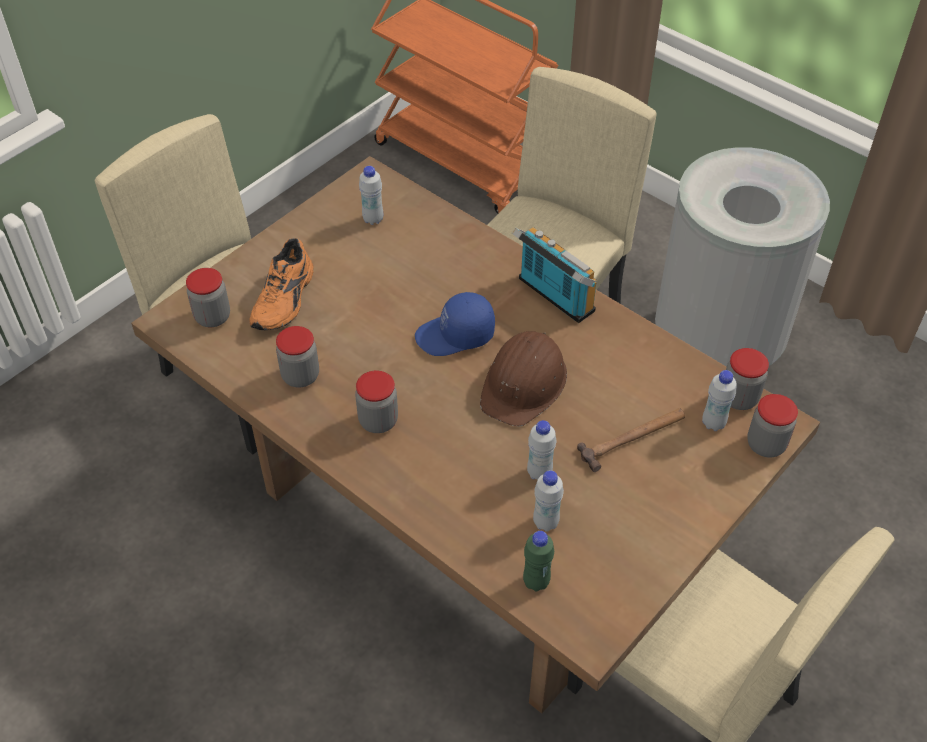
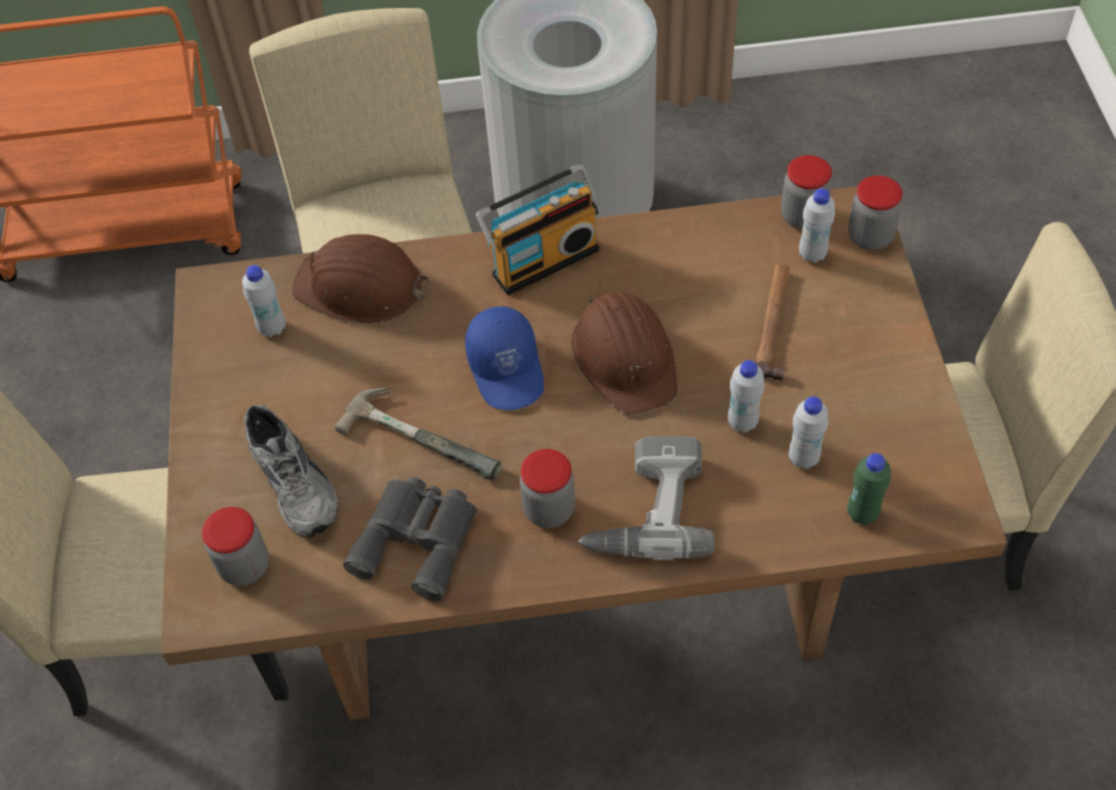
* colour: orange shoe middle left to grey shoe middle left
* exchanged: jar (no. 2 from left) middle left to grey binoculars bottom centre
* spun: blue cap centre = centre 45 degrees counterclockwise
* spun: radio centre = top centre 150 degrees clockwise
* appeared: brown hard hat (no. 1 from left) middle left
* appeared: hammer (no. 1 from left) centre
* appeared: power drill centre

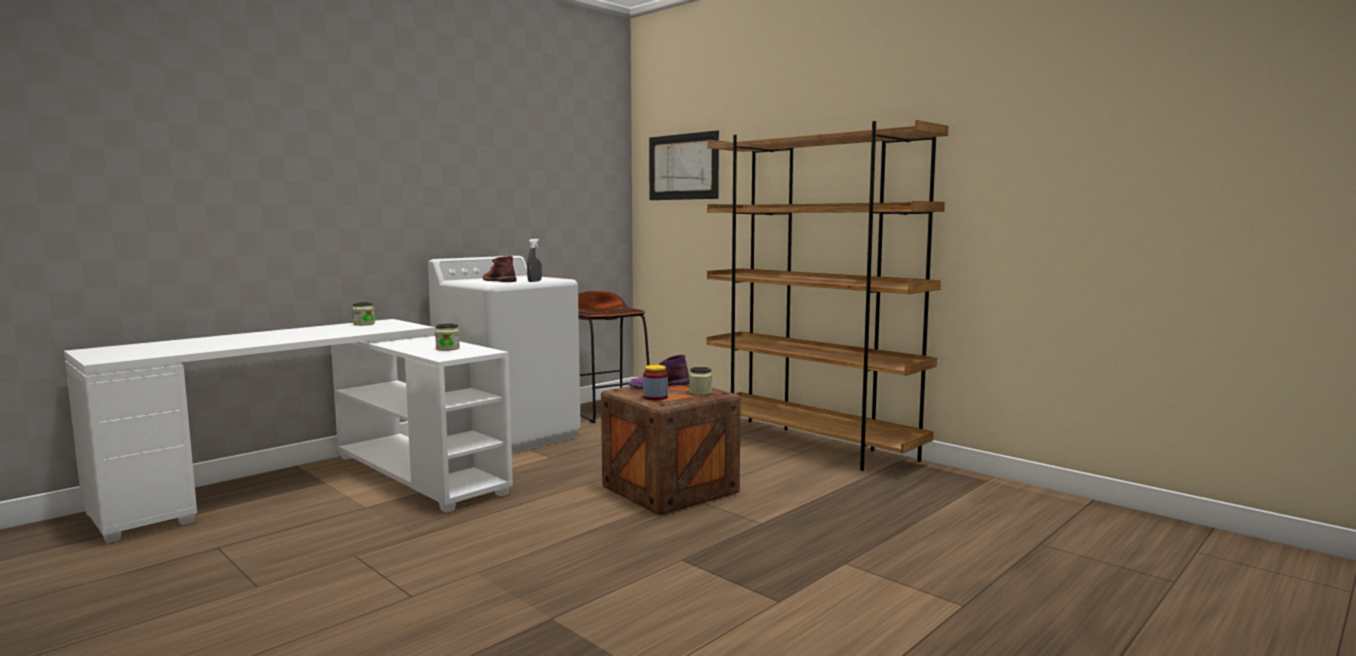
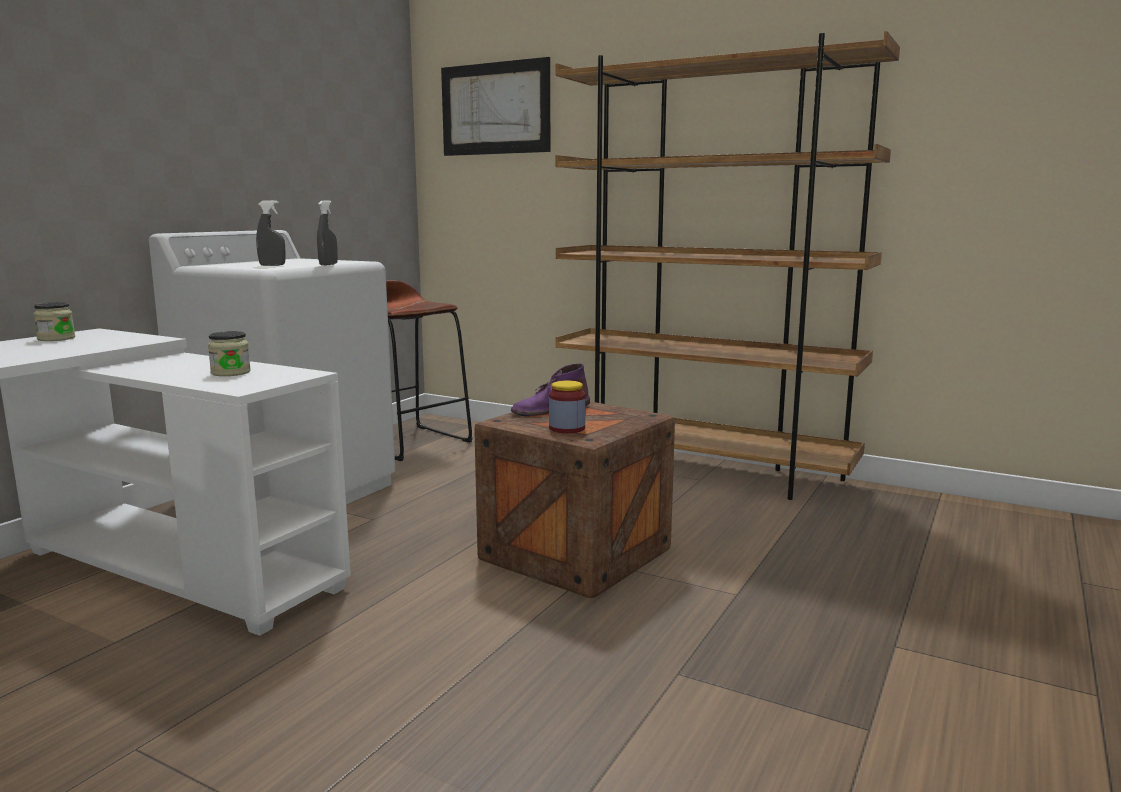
* exchanged: brown boot centre to grey spray bottle (no. 1 from left) top left
* missing: jar (no. 4 from left) centre

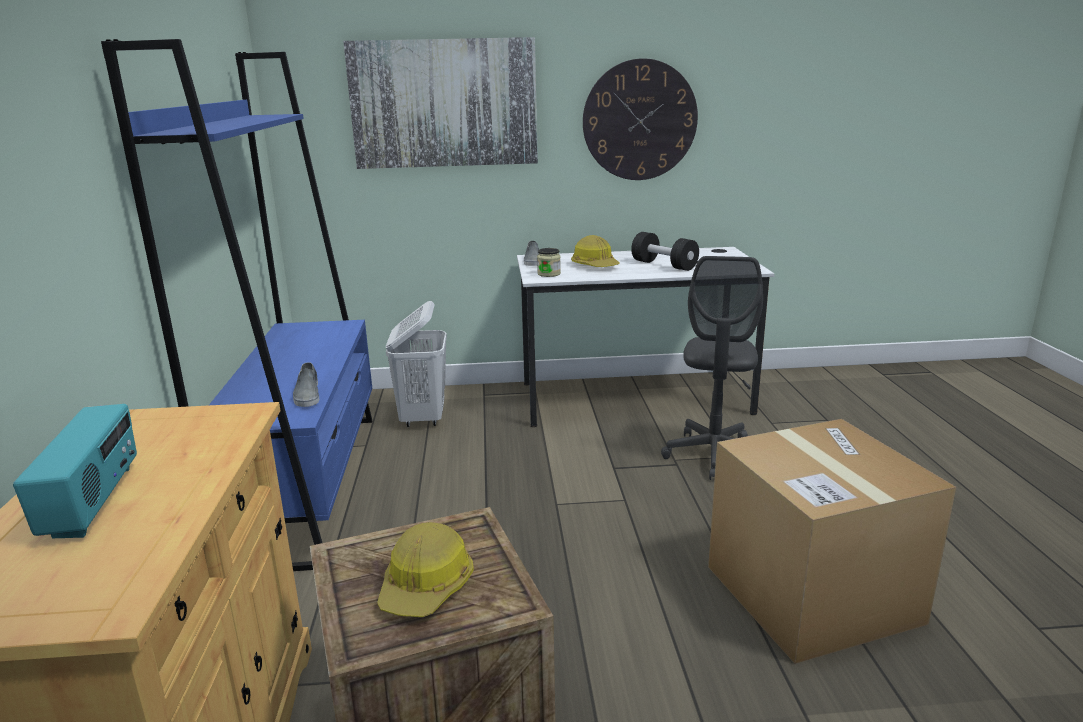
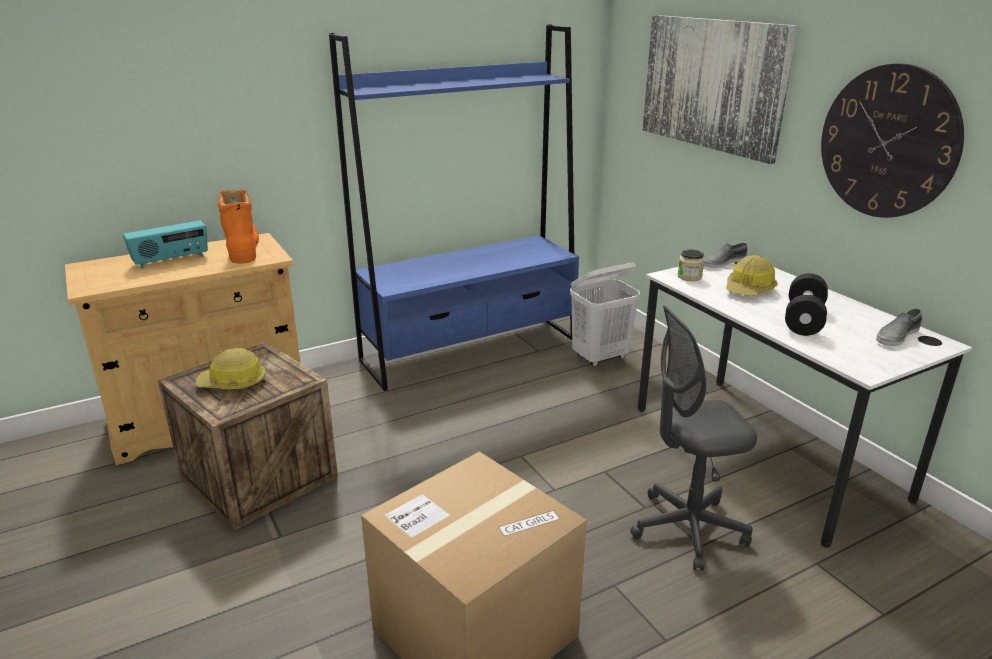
* relocated: grey shoe (no. 1 from left in the first image) middle left to grey shoe (no. 2 from left) middle right
* appeared: orange boot middle left

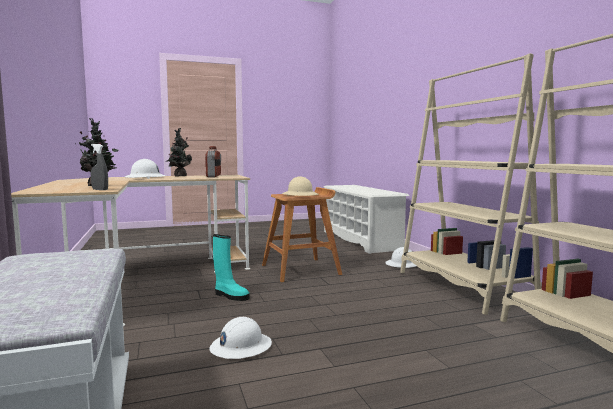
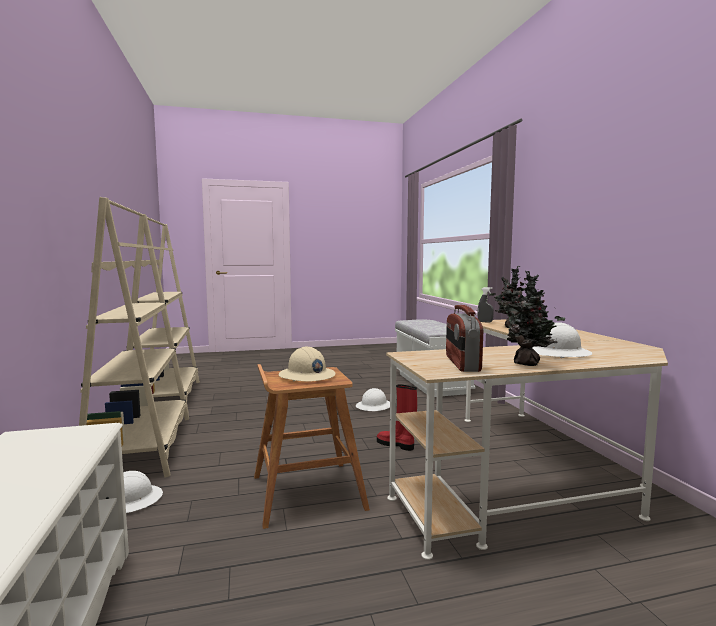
* colour: turquoise boot centre to red boot centre

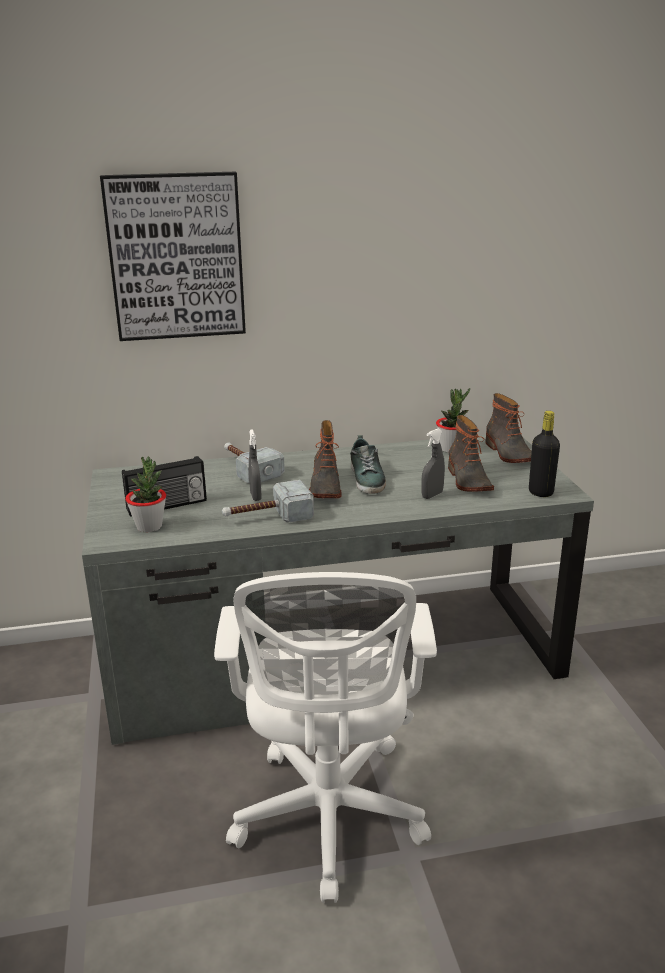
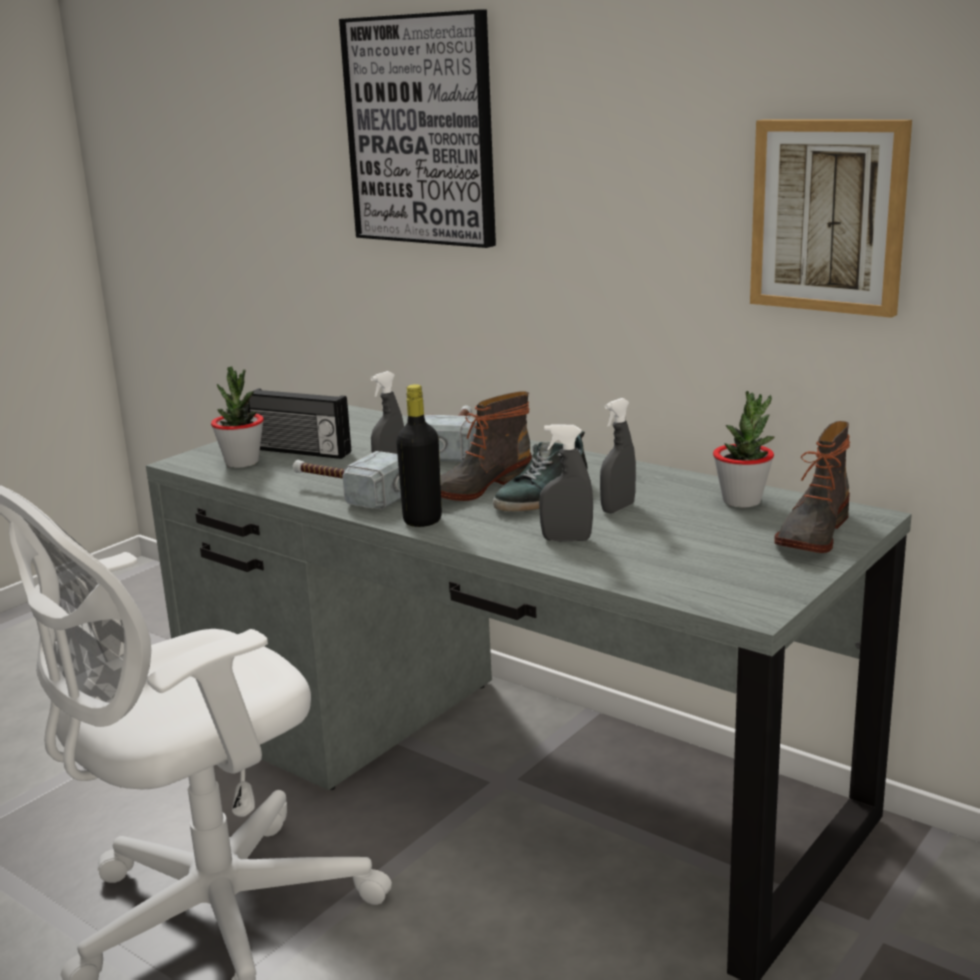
* missing: boot (no. 2 from left) middle right
* relocated: black bottle middle right to centre
* appeared: grey spray bottle (no. 3 from left) centre
* appeared: picture (no. 2 from left) top right

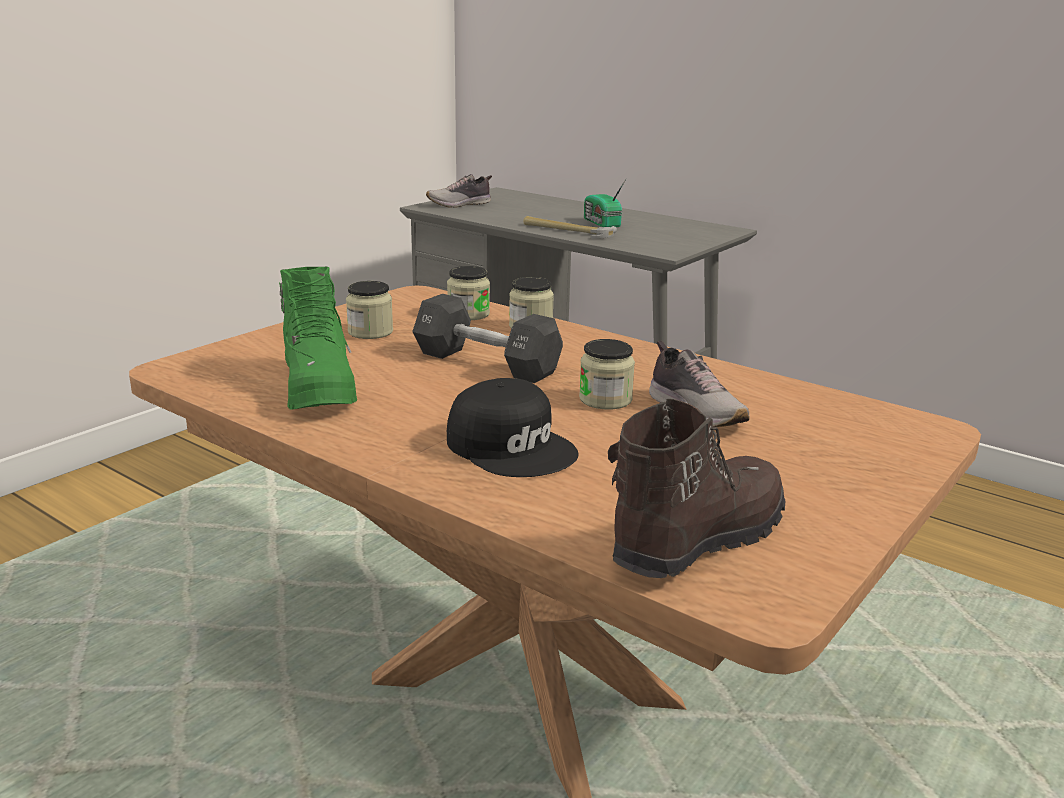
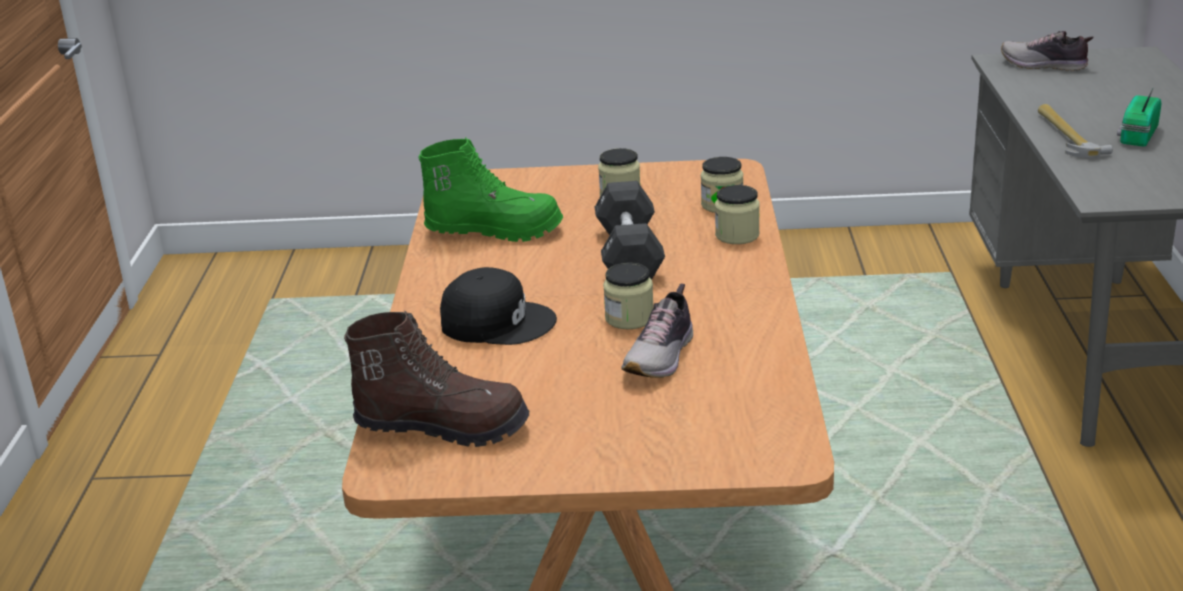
* spun: green boot middle left = top centre 120 degrees counterclockwise
* spun: black cap centre = centre 90 degrees counterclockwise

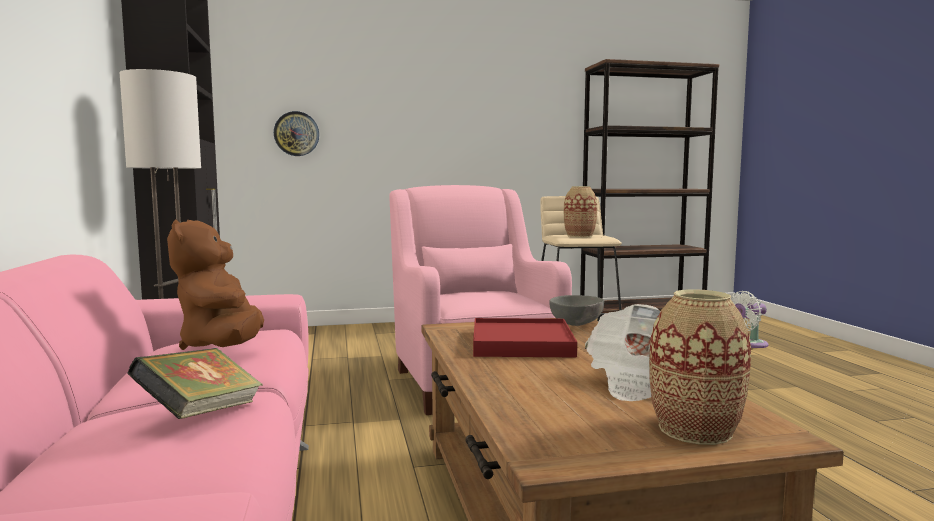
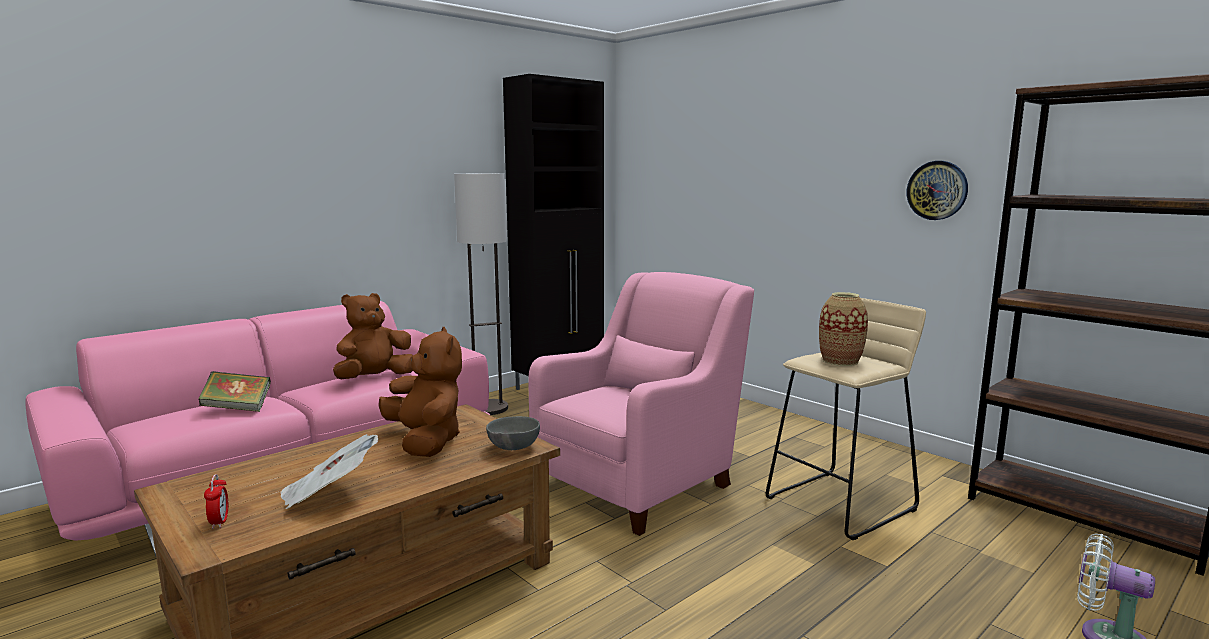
* relocated: wall clock top left to top right
* exchanged: red tray centre to brown plush toy (no. 2 from left) centre
* exchanged: vase (no. 2 from left) bottom right to alarm clock bottom left

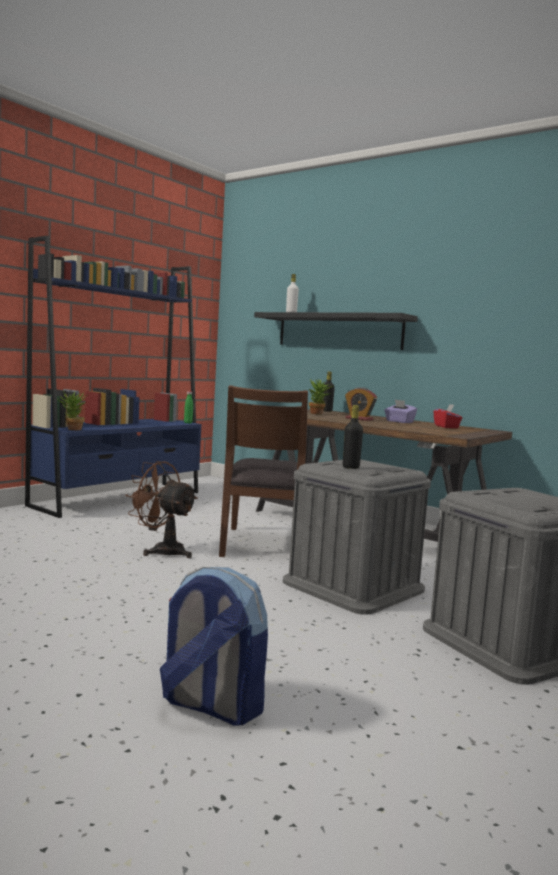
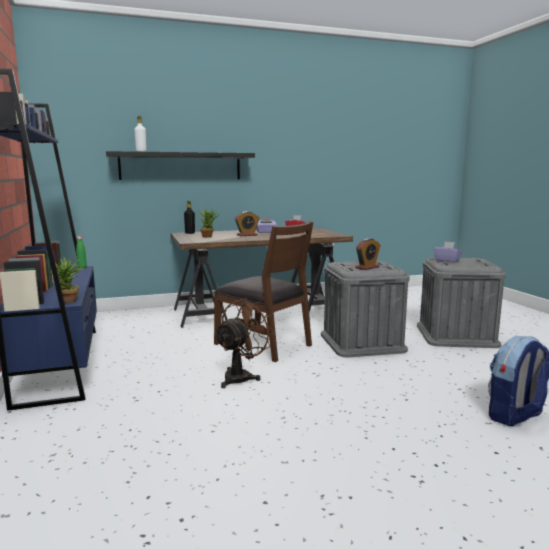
* spun: brown fan middle left = centre 150 degrees clockwise
* exchanged: black bottle (no. 2 from left) centre to alarm clock (no. 2 from left) middle right
* appeared: purple tissue box (no. 2 from left) middle right

